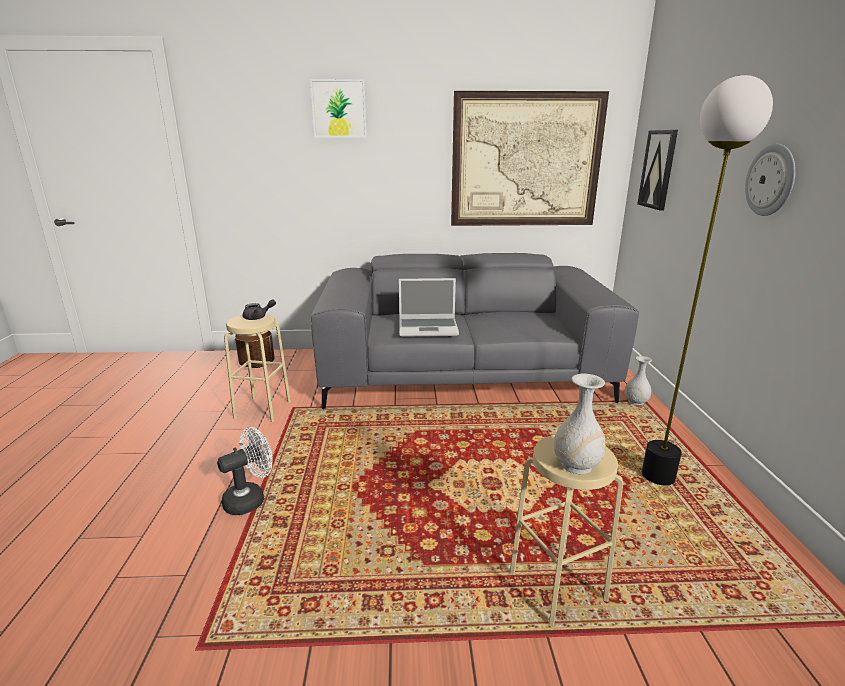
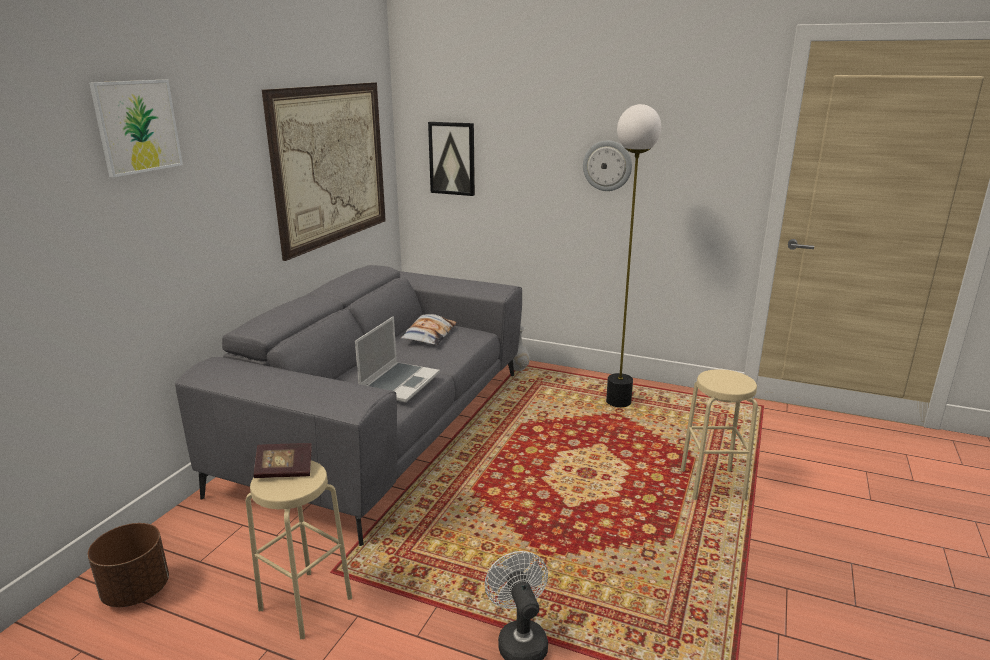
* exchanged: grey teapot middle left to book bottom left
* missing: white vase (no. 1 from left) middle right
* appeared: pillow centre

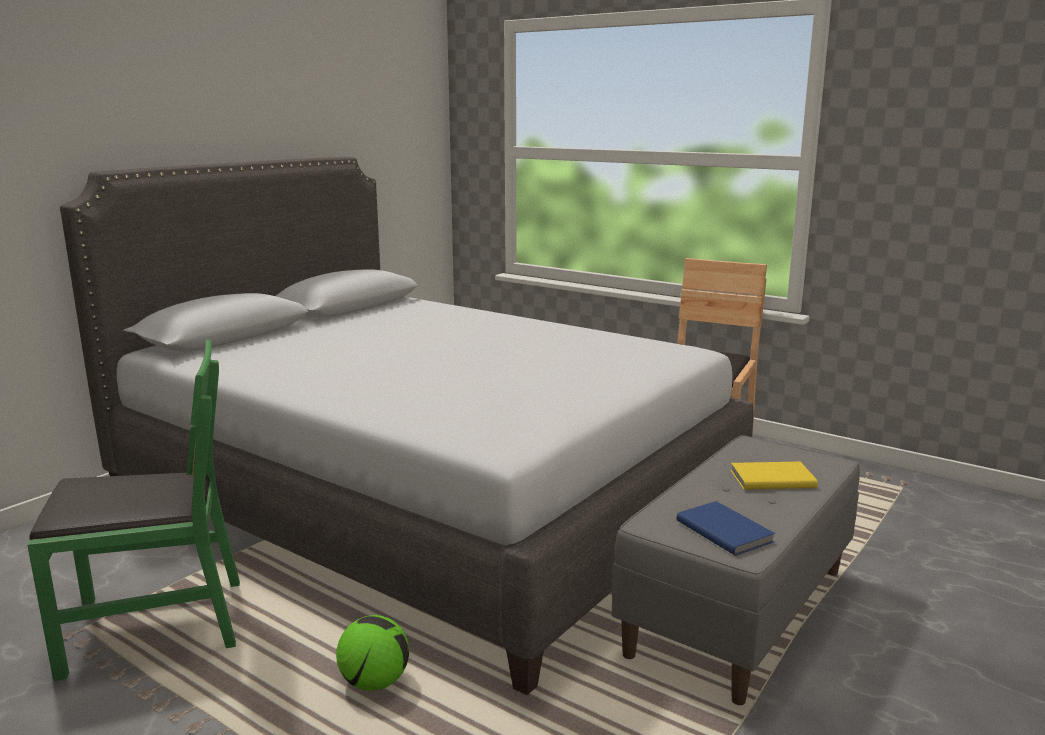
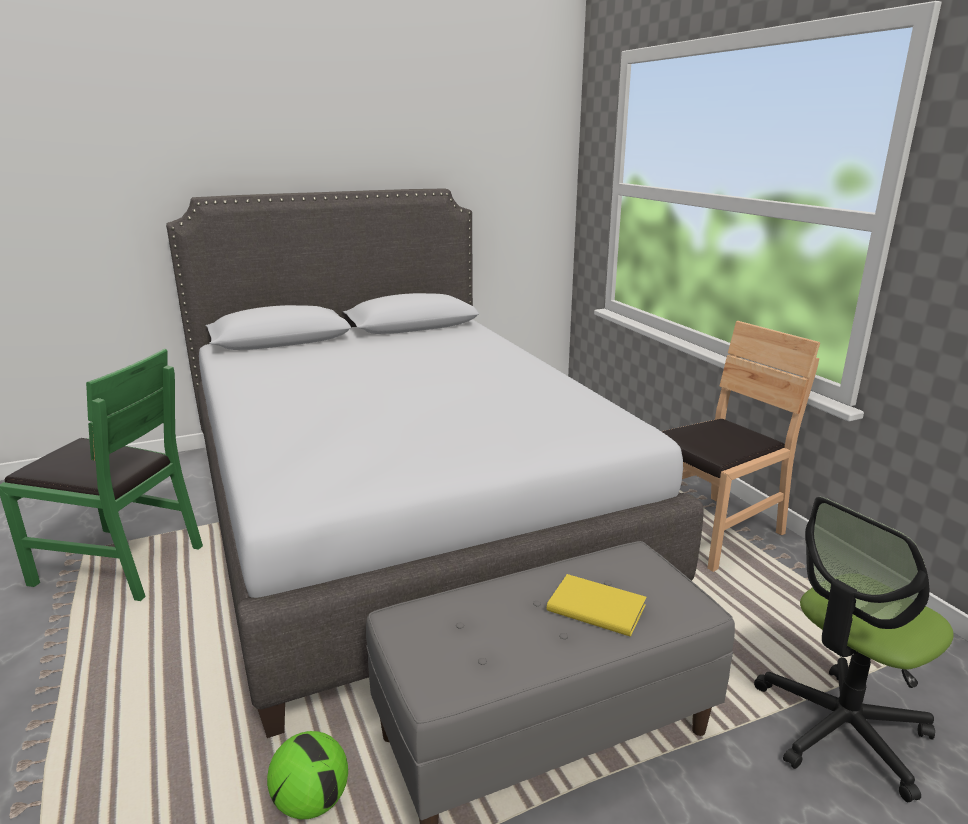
* relocated: football bottom centre to bottom left
* missing: blue book bottom right
* appeared: office chair bottom right

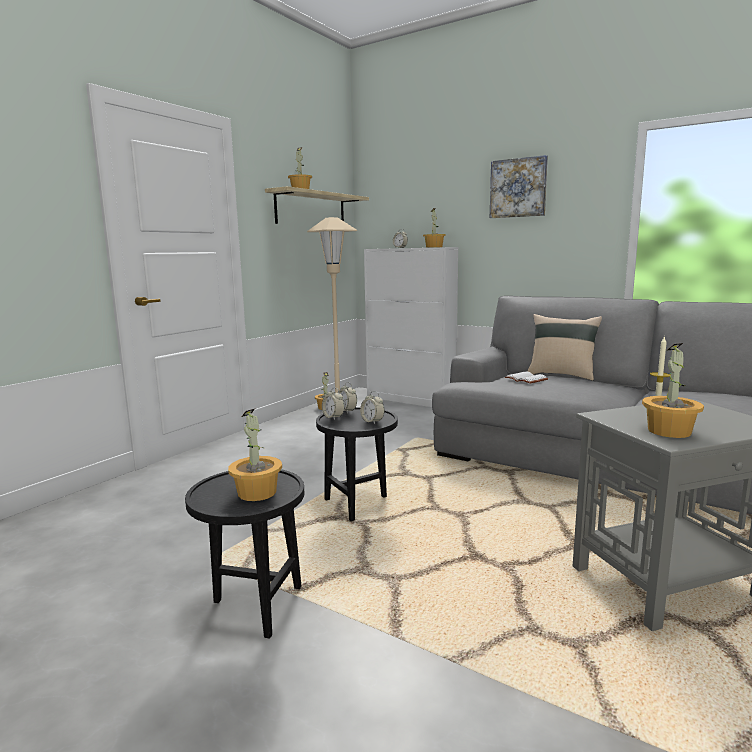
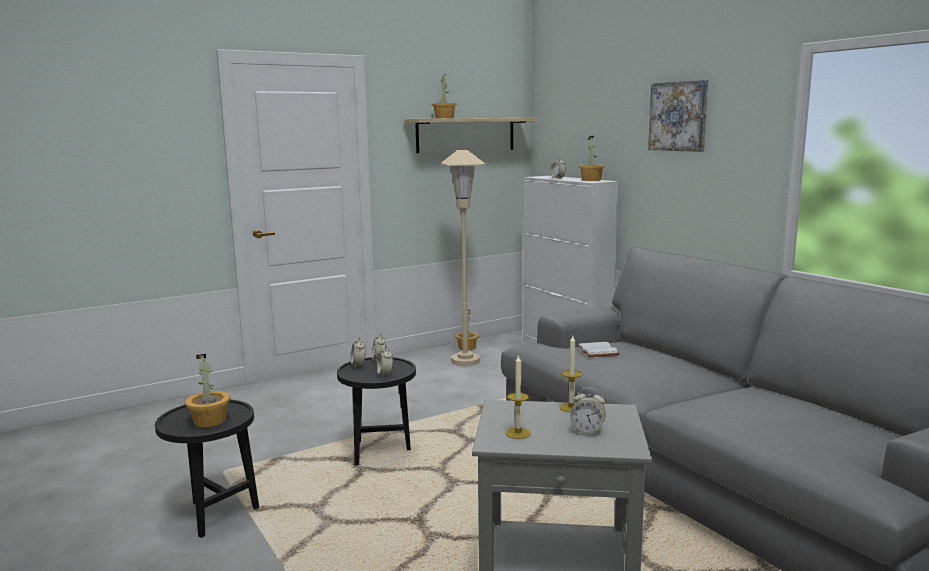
* missing: beige pillow middle right
* exchanged: potted plant (no. 5 from left) middle right to candle (no. 1 from left) bottom centre
* appeared: alarm clock (no. 5 from left) bottom centre

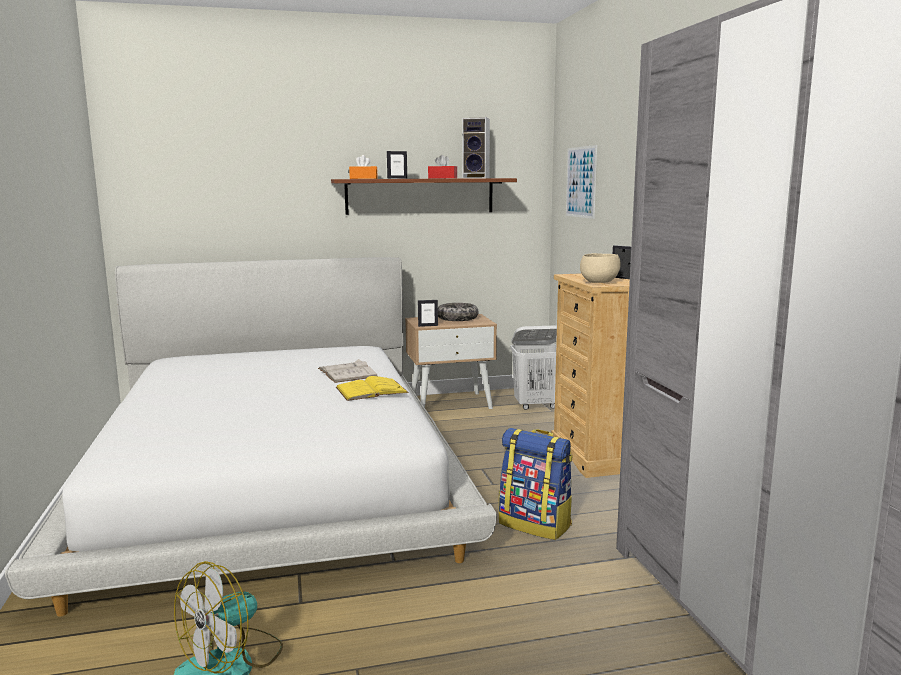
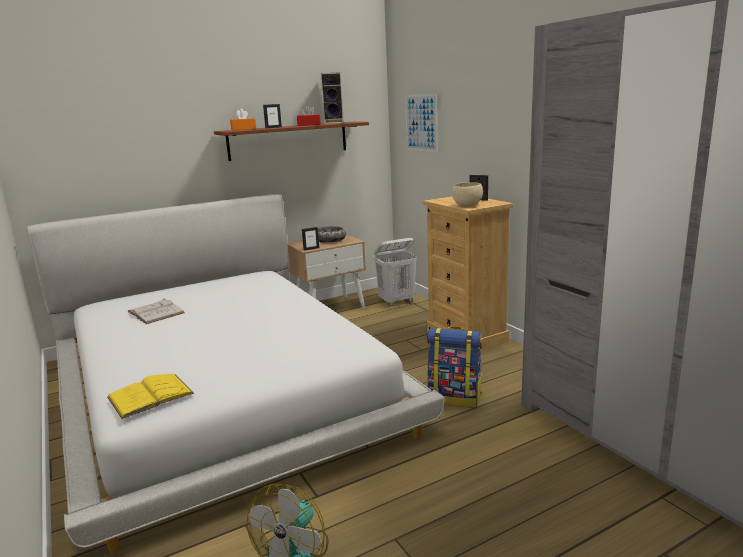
* relocated: white book centre to middle left
* relocated: yellow book centre to bottom left

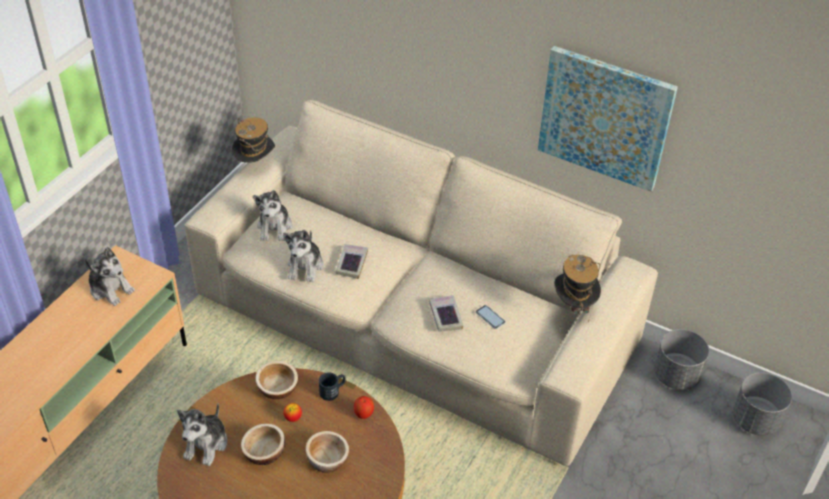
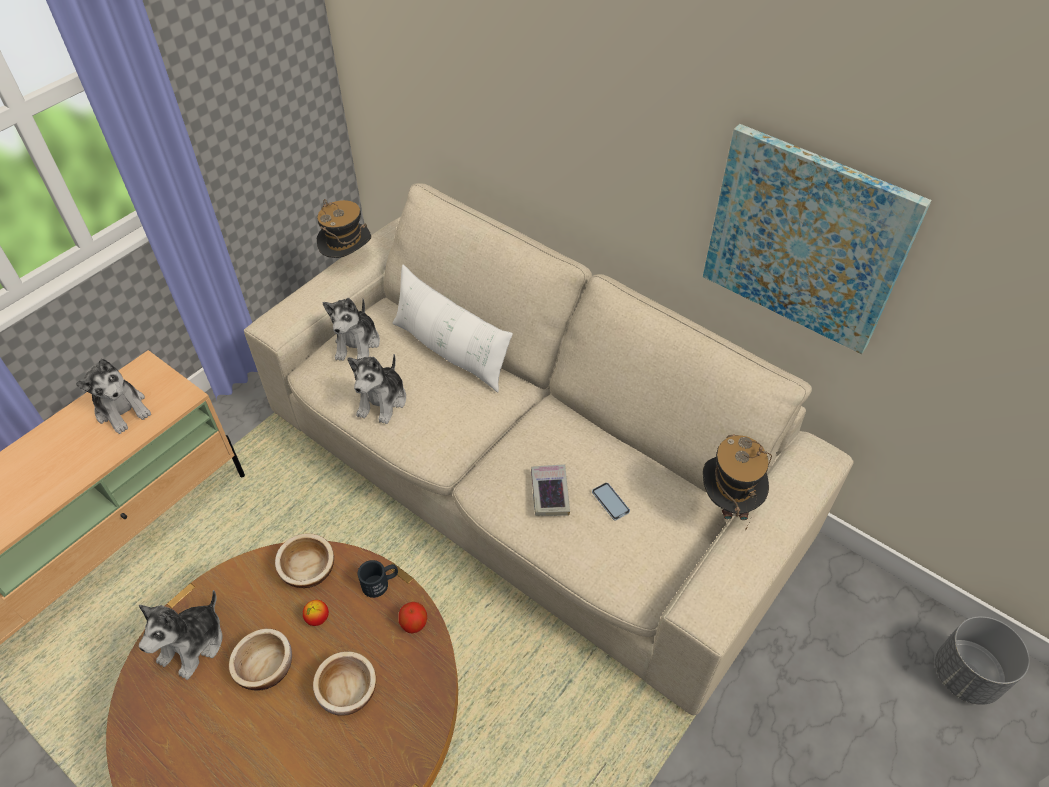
* missing: book (no. 1 from left) centre
* missing: grey planter (no. 1 from left) bottom right
* appeared: white pillow centre

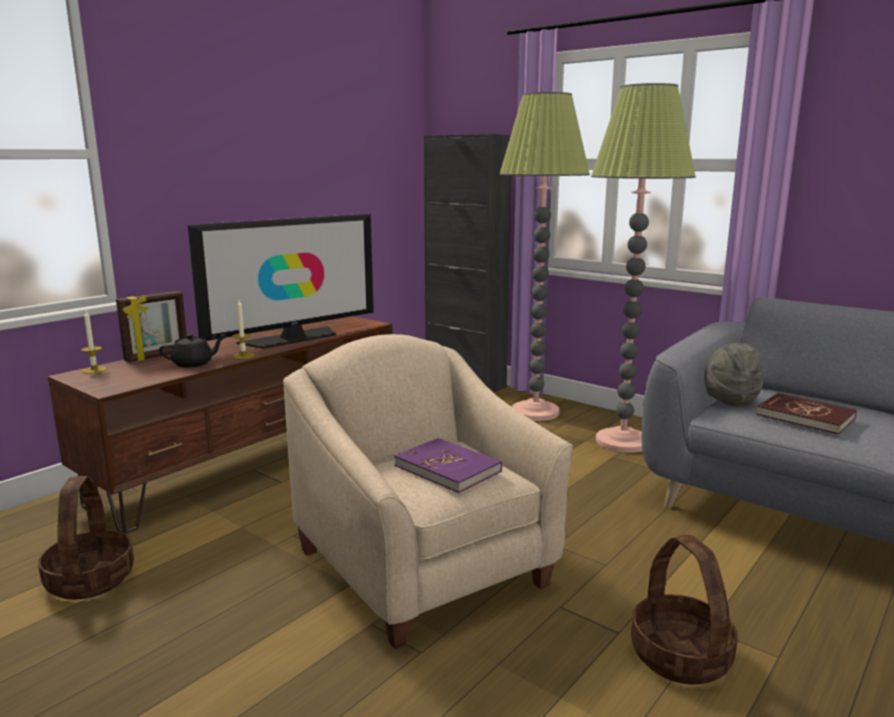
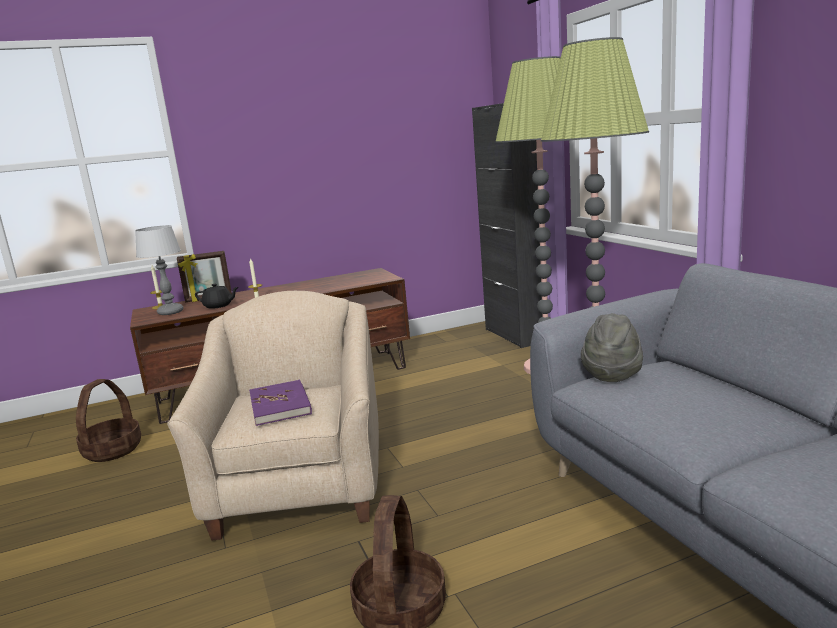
* missing: television middle left
* missing: red book middle right
* appeared: table lamp middle left

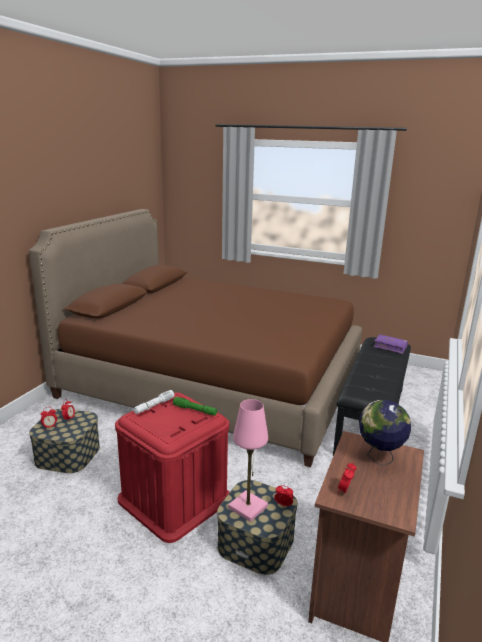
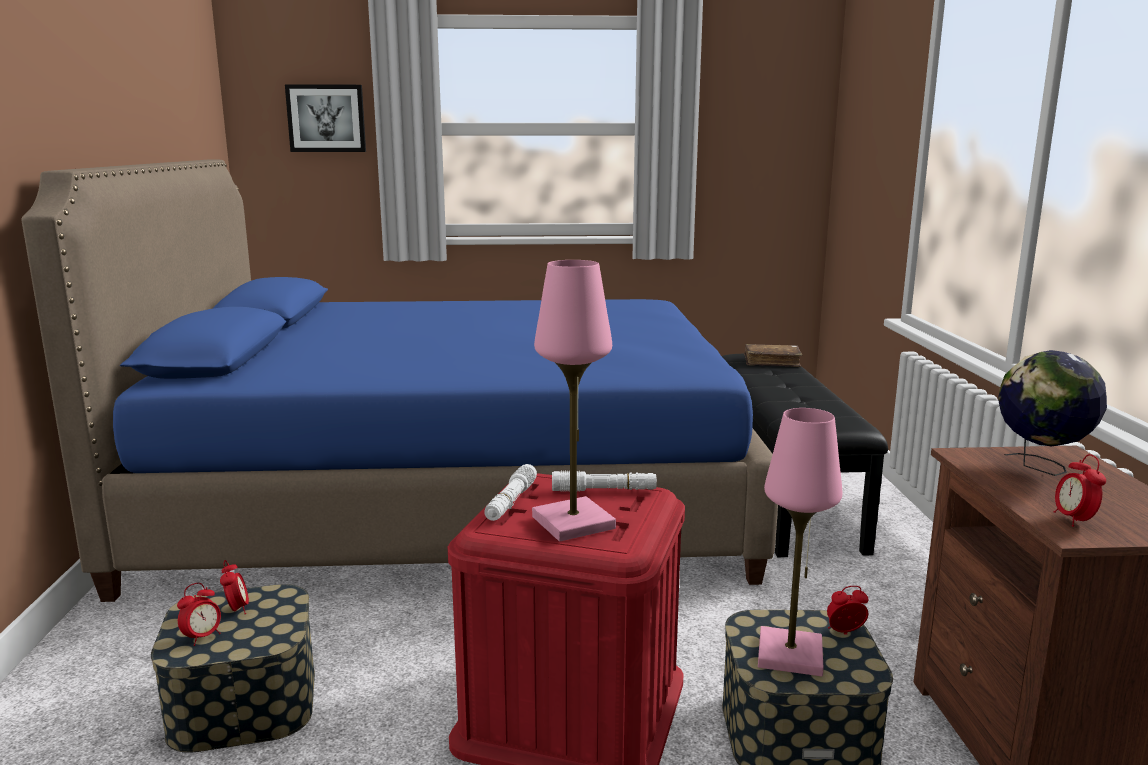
* colour: brown bed centre to blue bed centre
* colour: green flashlight centre to white flashlight (no. 2 from left) centre
* colour: purple book middle right to brown book middle right
* appeared: picture top left
* appeared: pink table lamp (no. 1 from left) centre

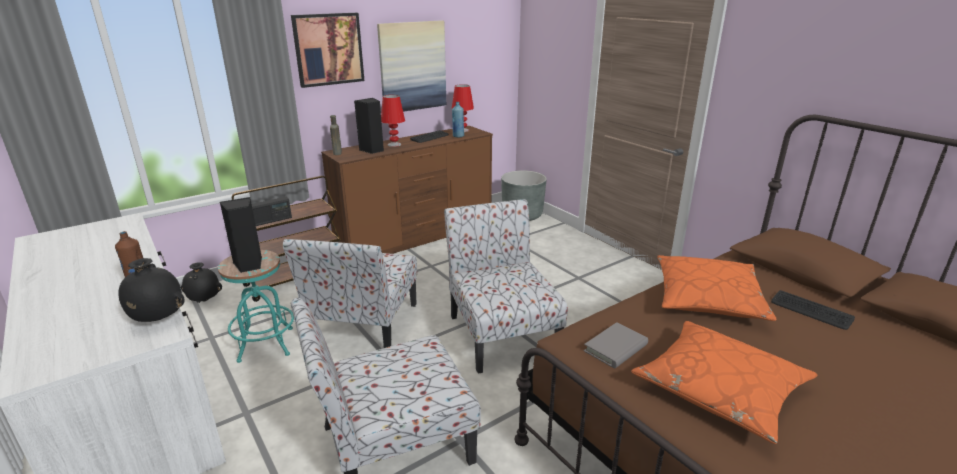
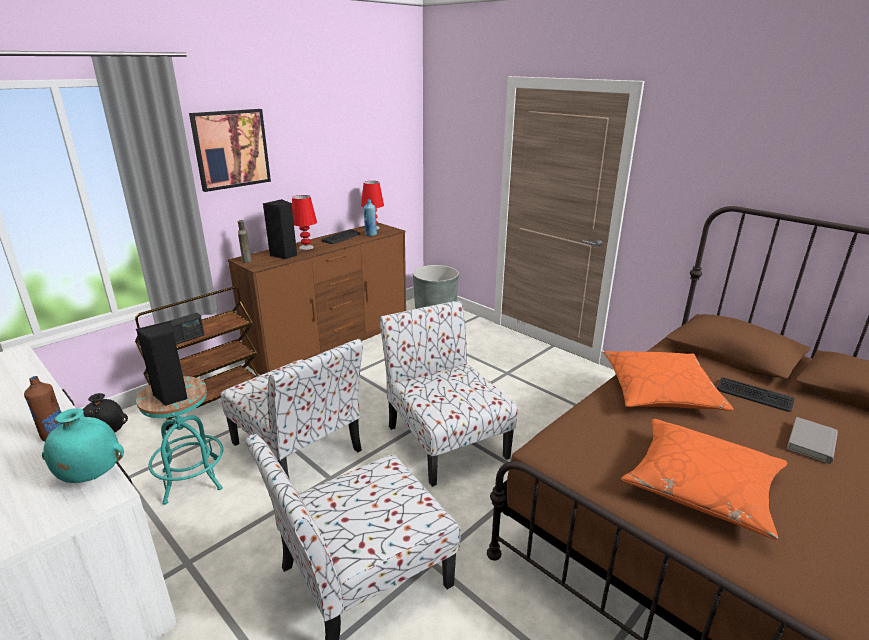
* colour: black vase (no. 1 from left) middle left to turquoise vase bottom left
* spun: chair (no. 1 from left) centre = centre 45 degrees counterclockwise
* missing: picture (no. 2 from left) top centre
* relocated: grey book bottom centre to bottom right

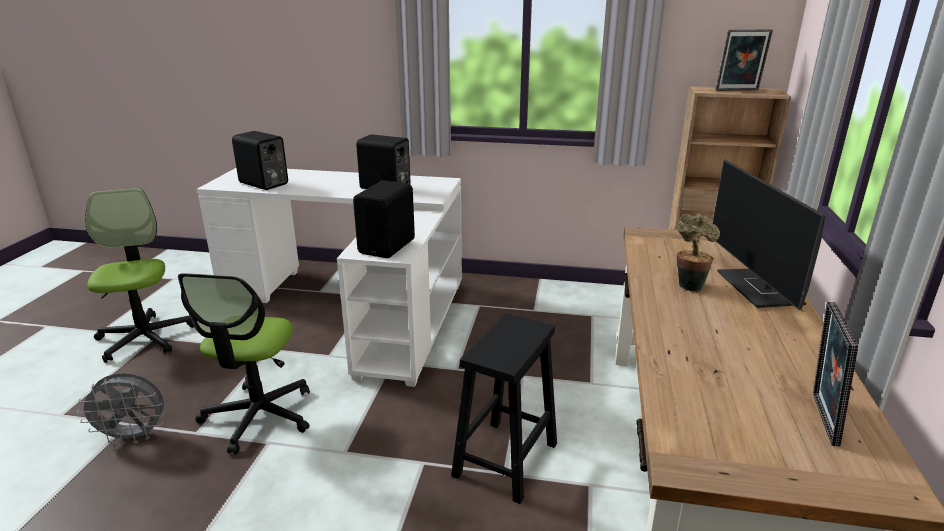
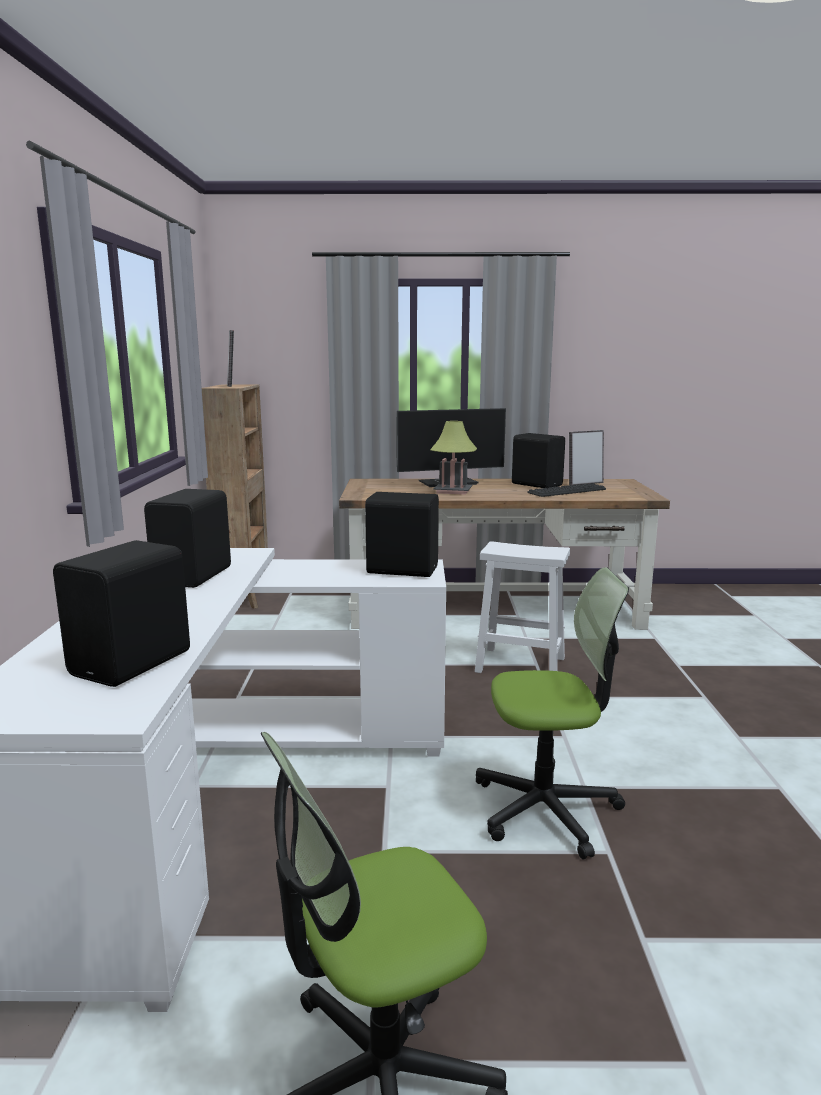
* missing: grey fan bottom left
* colour: black stool bottom centre to white stool centre
* exchanged: potted plant middle right to table lamp centre
* spun: picture frame (no. 2 from left) bottom right = middle right 150 degrees clockwise
* appeared: black speaker (no. 4 from left) centre
* appeared: keyboard middle right

